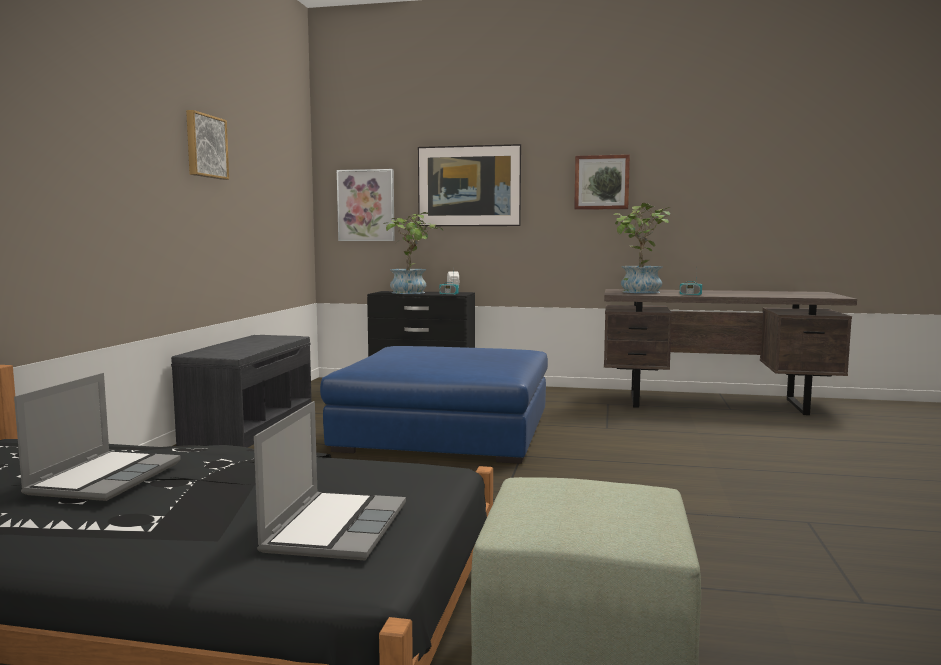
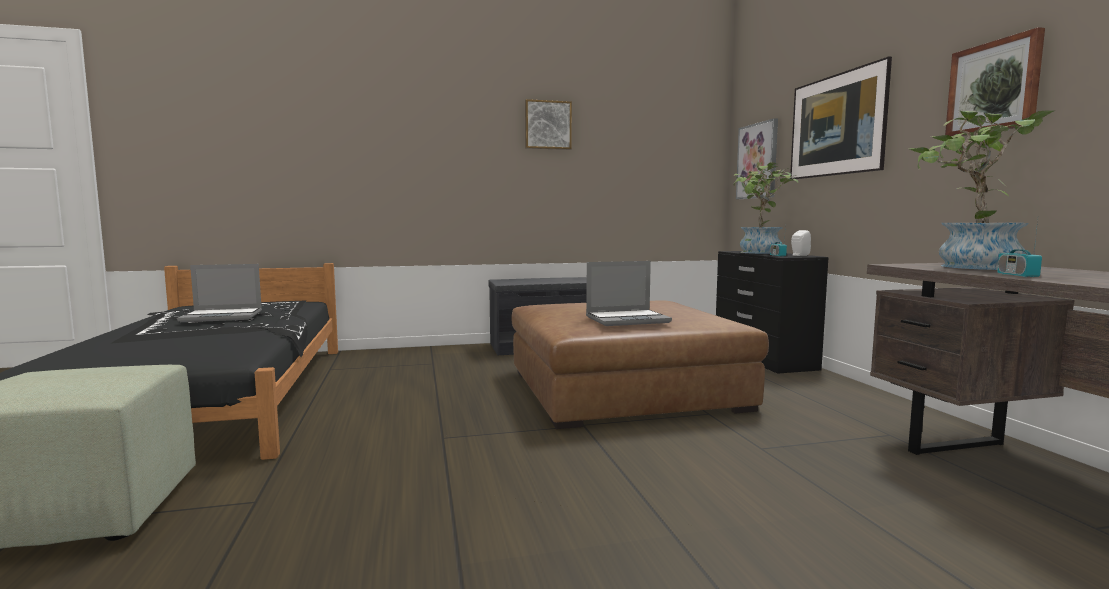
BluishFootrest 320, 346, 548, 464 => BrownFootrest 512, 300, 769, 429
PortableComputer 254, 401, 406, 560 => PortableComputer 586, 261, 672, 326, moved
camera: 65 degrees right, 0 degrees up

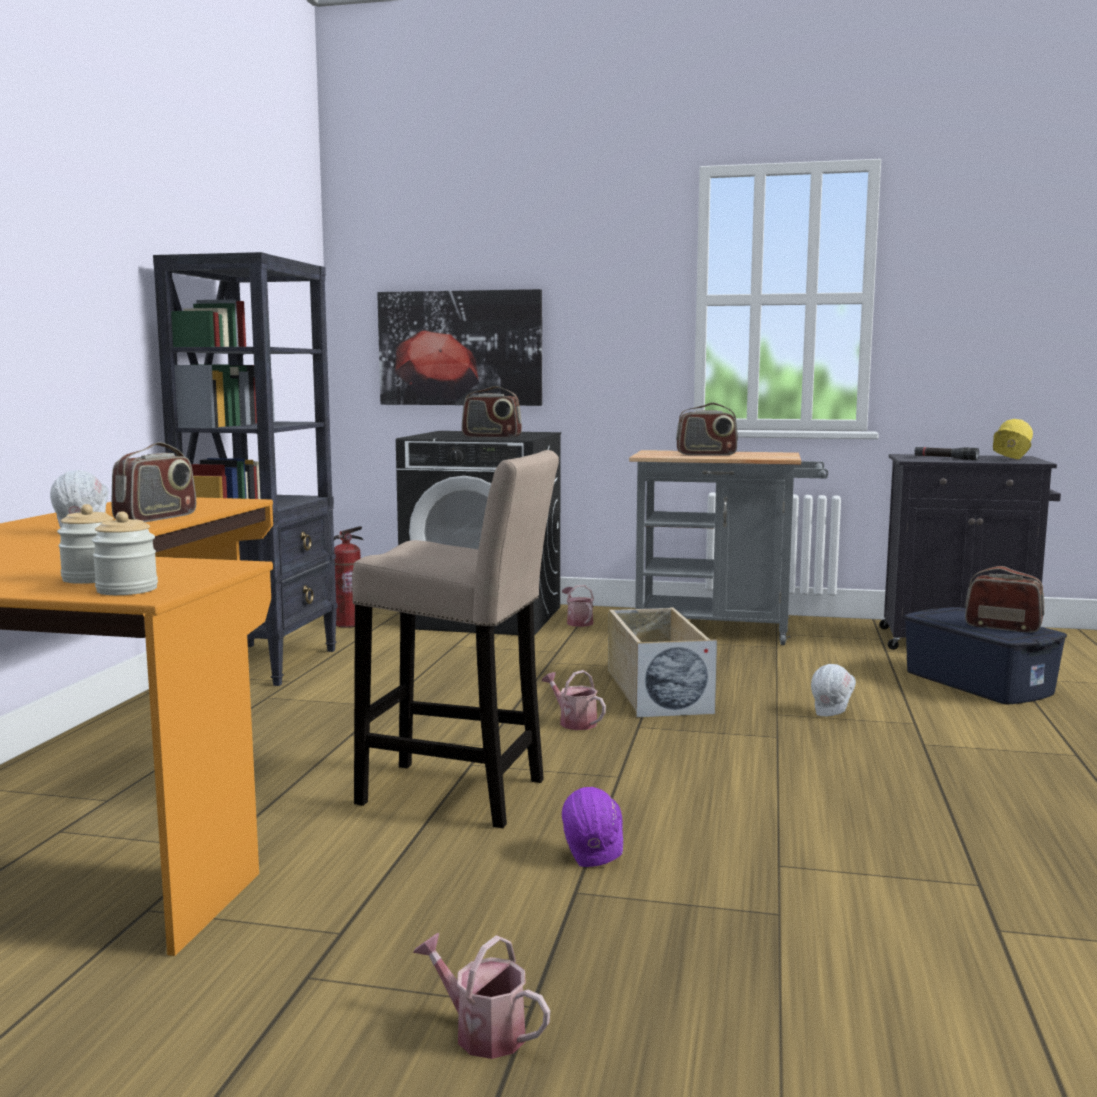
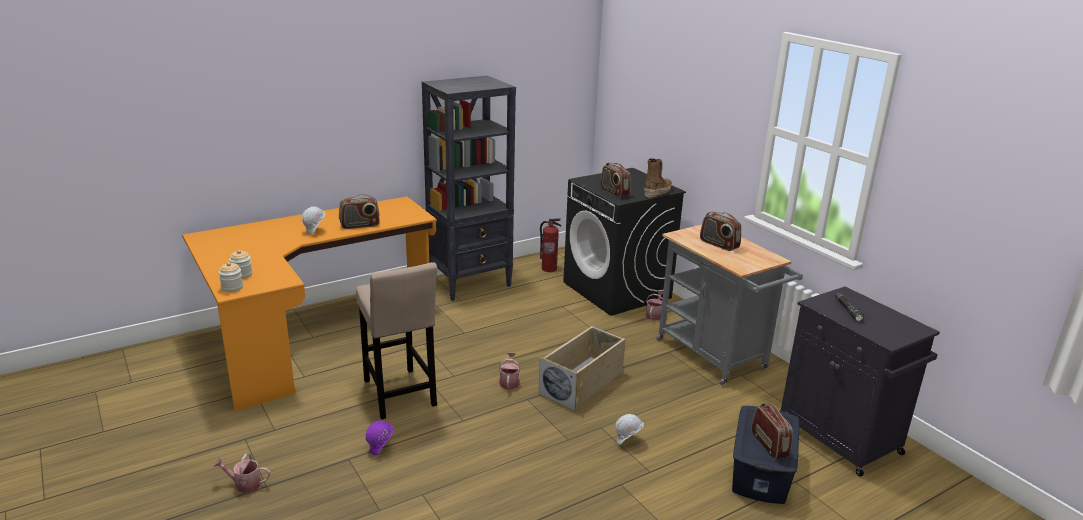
WateringPot 413, 933, 550, 1059 => WateringPot 213, 453, 270, 493, 75 degrees counterclockwise
nothing => Boot 644, 158, 672, 198
WallPicture 377, 289, 542, 406 => nothing
YellowishSafetyHelmet 993, 419, 1033, 459 => nothing
camera: 45 degrees right, 15 degrees up

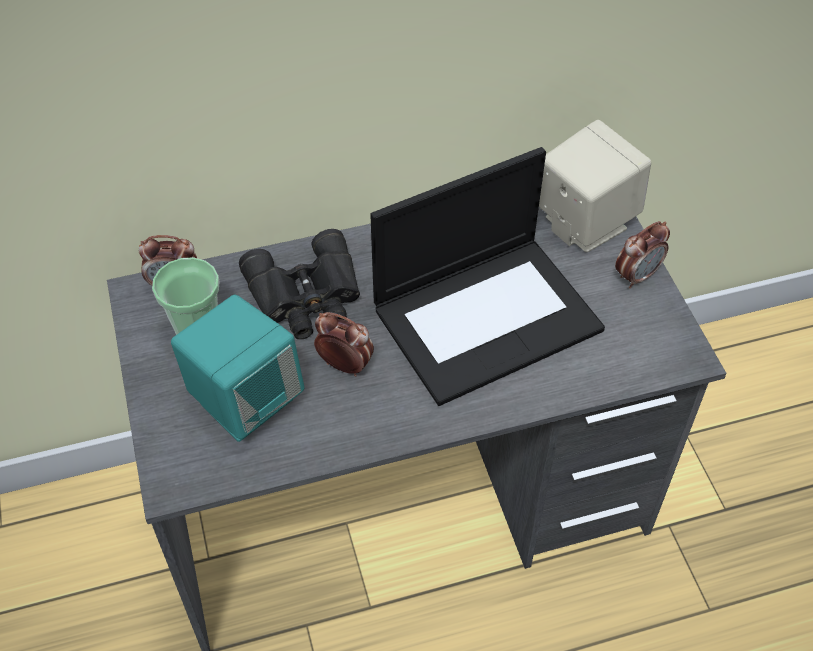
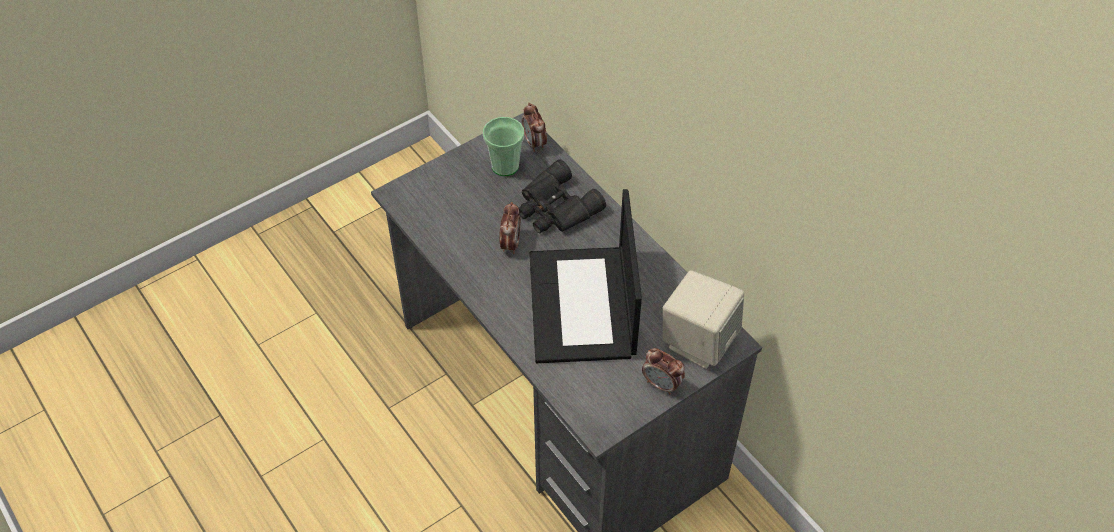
PortableComputer 370, 147, 605, 406 => PortableComputer 529, 189, 642, 363, 45 degrees clockwise
TurquoiseColouredAudioSpeaker 171, 295, 305, 442 => nothing
camera: 70 degrees right, 0 degrees up

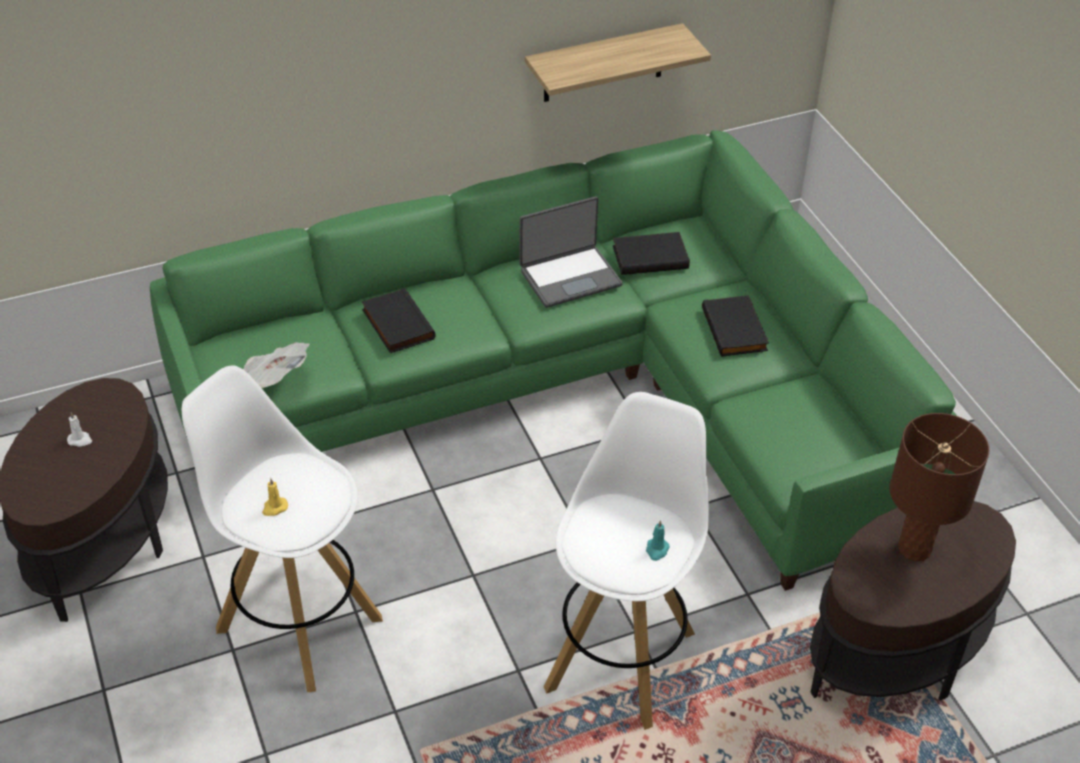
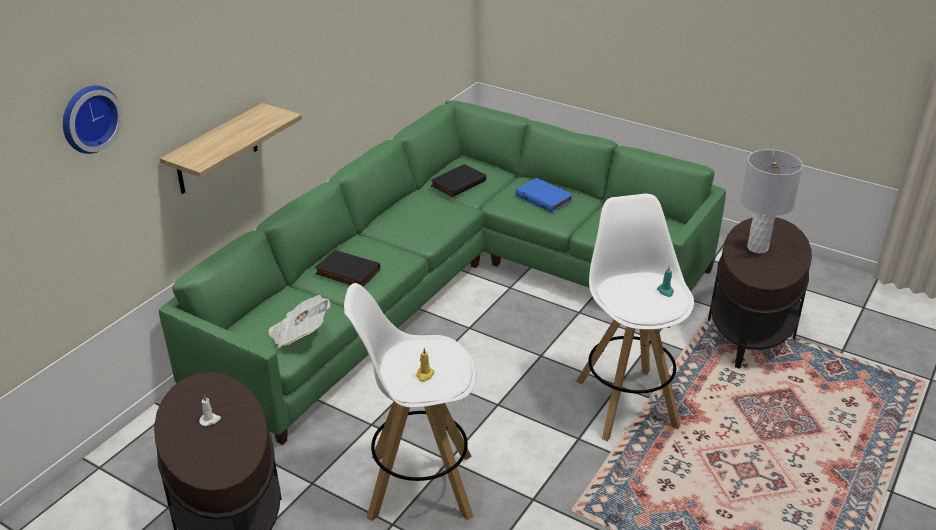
nothing => WallClock 63, 85, 123, 154
BracketShelf 525, 23, 711, 102 => BracketShelf 159, 103, 302, 194, moved
BlackBoundBook 702, 295, 769, 357 => BluishBoundBook 515, 178, 573, 213
BrownTabletopLamp 889, 413, 989, 561 => GreyTabletopLamp 741, 149, 803, 254
PortableComputer 519, 196, 622, 308 => nothing
camera: 35 degrees left, 10 degrees down

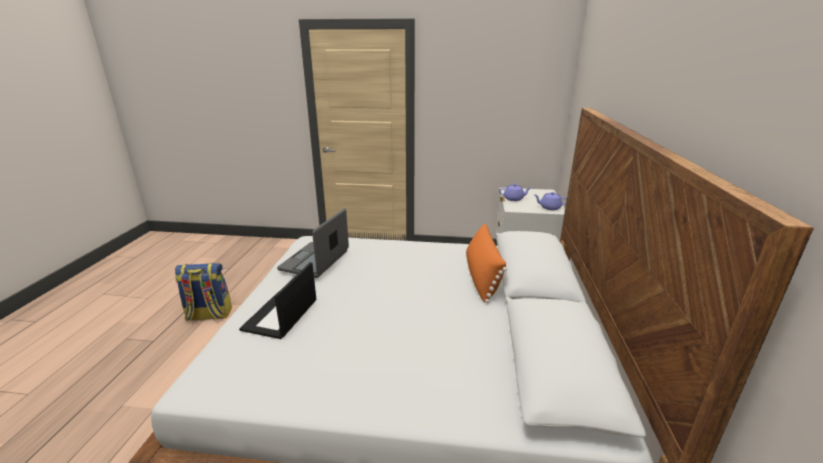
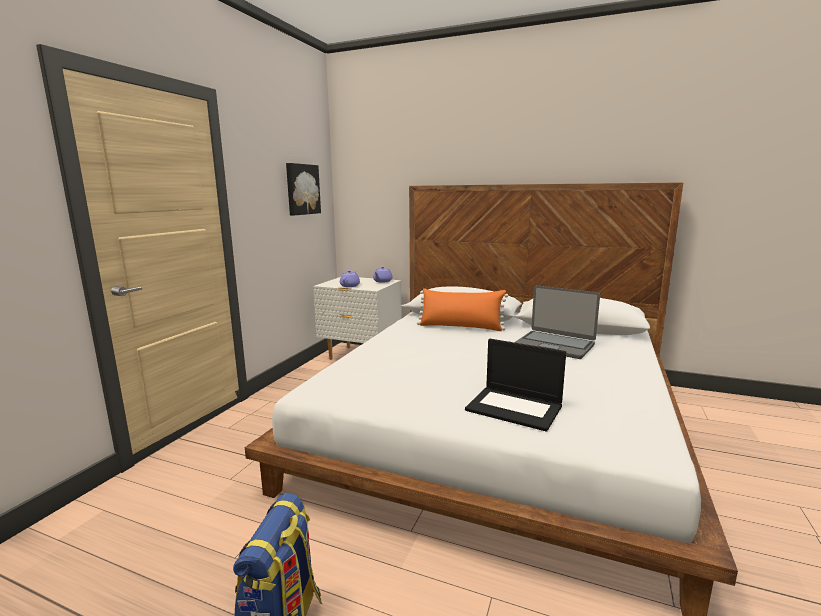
nothing => WallPicture 286, 163, 321, 216
PortableComputer 277, 208, 349, 278 => PortableComputer 514, 285, 600, 359, moved
camera: 75 degrees left, 10 degrees down

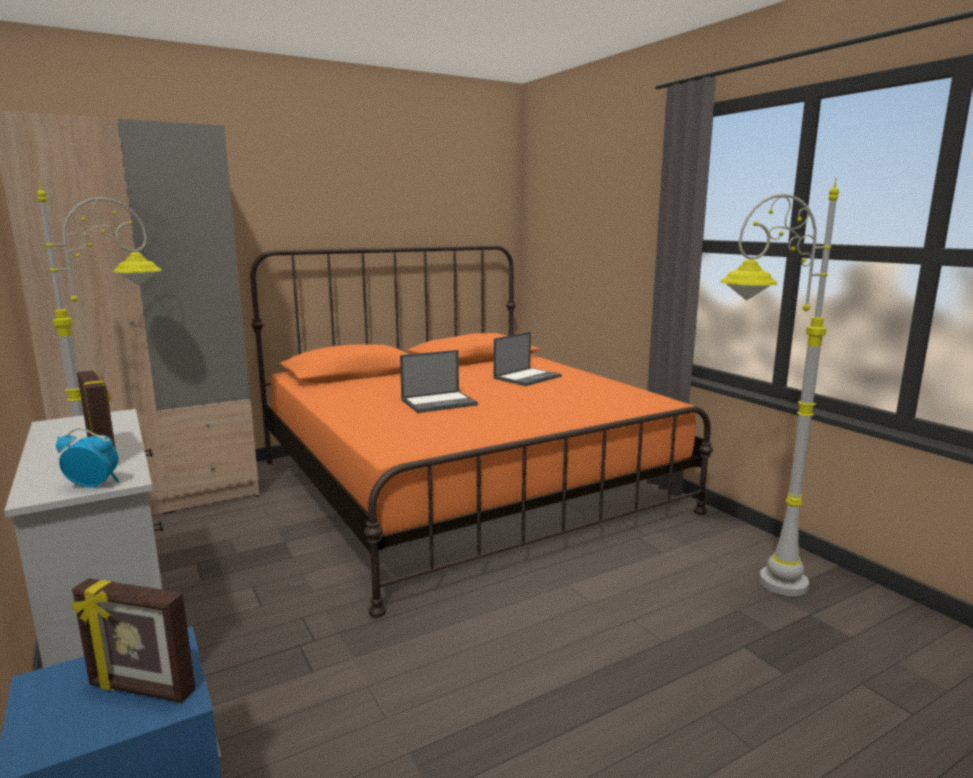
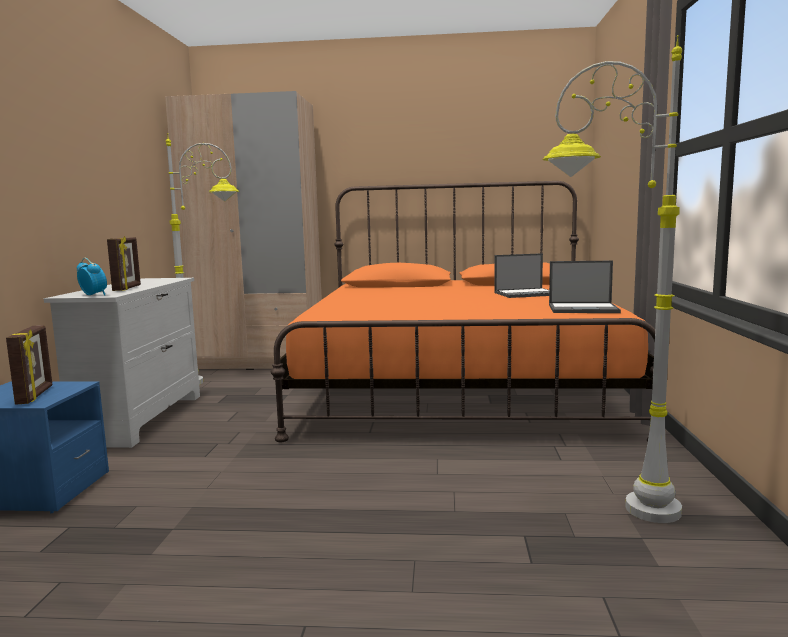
StandingFrame 71, 578, 195, 703 => StandingFrame 6, 325, 52, 405, 150 degrees counterclockwise
PortableComputer 400, 350, 478, 413 => PortableComputer 549, 261, 621, 313, moved
camera: 35 degrees right, 5 degrees down

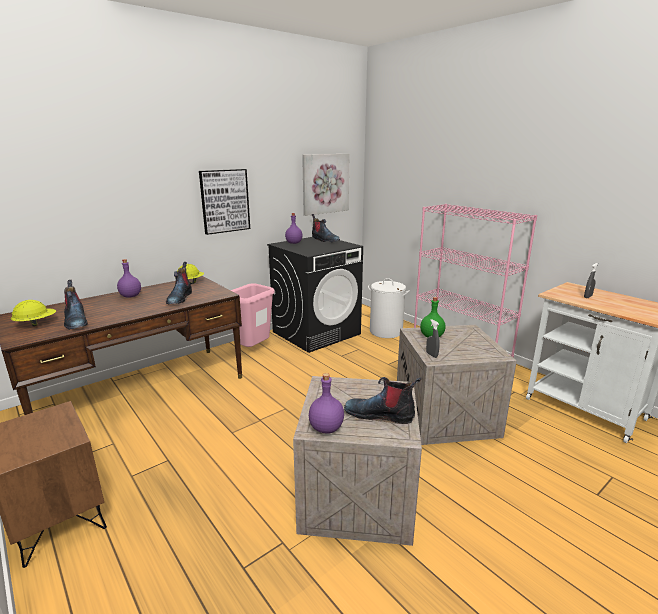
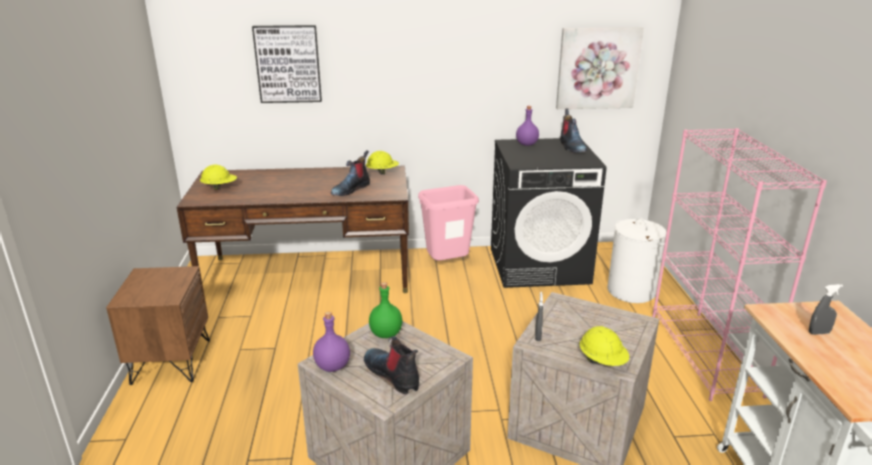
WallPicture 199, 169, 250, 235 => WallPicture 252, 25, 322, 103, moved
GreenishBeverageBottle 420, 297, 445, 337 => GreenishBeverageBottle 369, 282, 403, 338, moved
nothing => YellowishSafetyHelmet 579, 326, 629, 366
Boot 64, 280, 88, 330 => nothing
PurpleBeverageBottle 117, 259, 141, 298 => nothing
camera: 35 degrees right, 5 degrees up

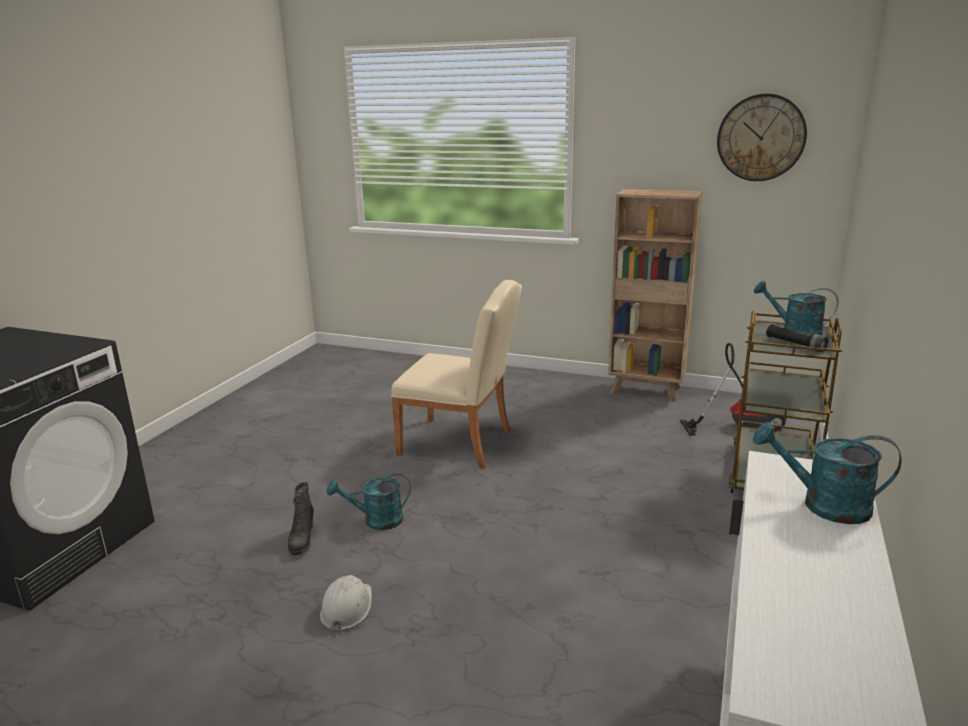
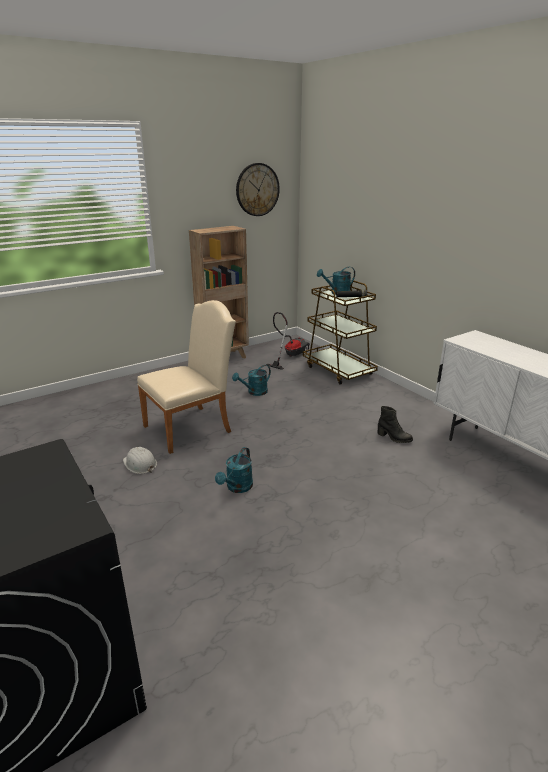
WhiteColouredSafetyHelmet 320, 575, 372, 633 => WhiteColouredSafetyHelmet 123, 447, 157, 474, moved
TurquoiseColouredWateringPot 753, 422, 902, 524 => TurquoiseColouredWateringPot 232, 365, 271, 396, moved
BlackBoot 288, 482, 314, 556 => BlackBoot 378, 406, 413, 443, moved
camera: 55 degrees left, 5 degrees up

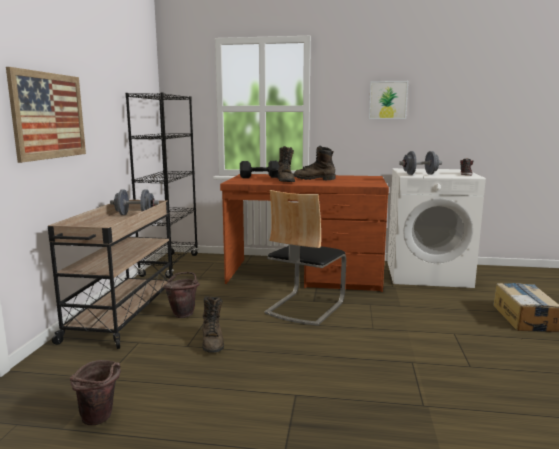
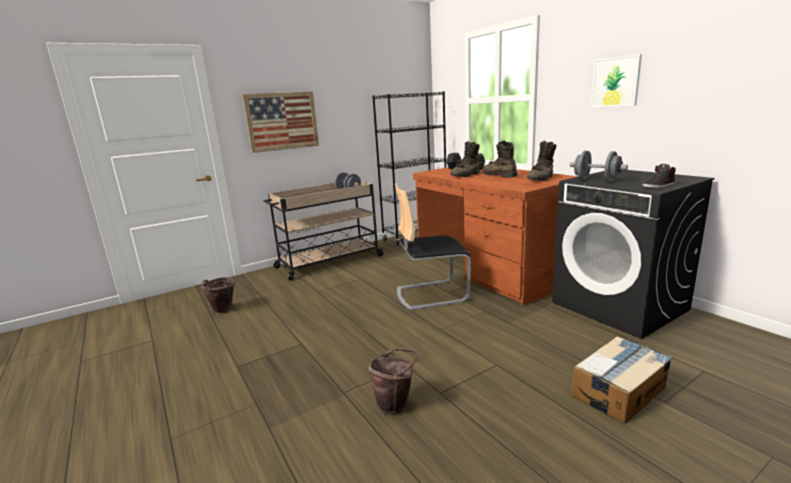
BrownBucket 163, 272, 200, 318 => BrownBucket 368, 348, 418, 414, moved
BrownBoot 202, 296, 224, 353 => BrownBoot 527, 140, 556, 181, moved
WhiteColouredLaundryMachine 388, 168, 486, 288 => BlackLaundryMachine 552, 170, 714, 339
camera: 50 degrees right, 5 degrees up

